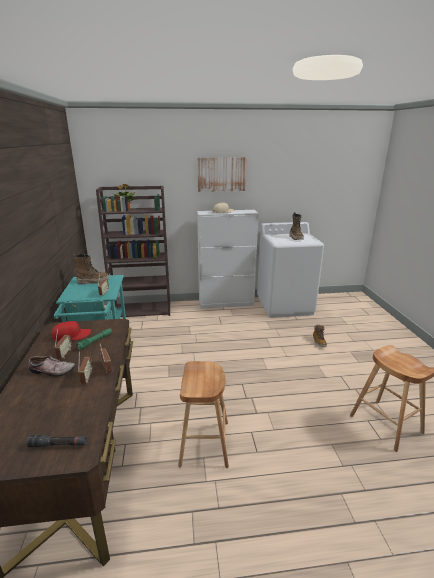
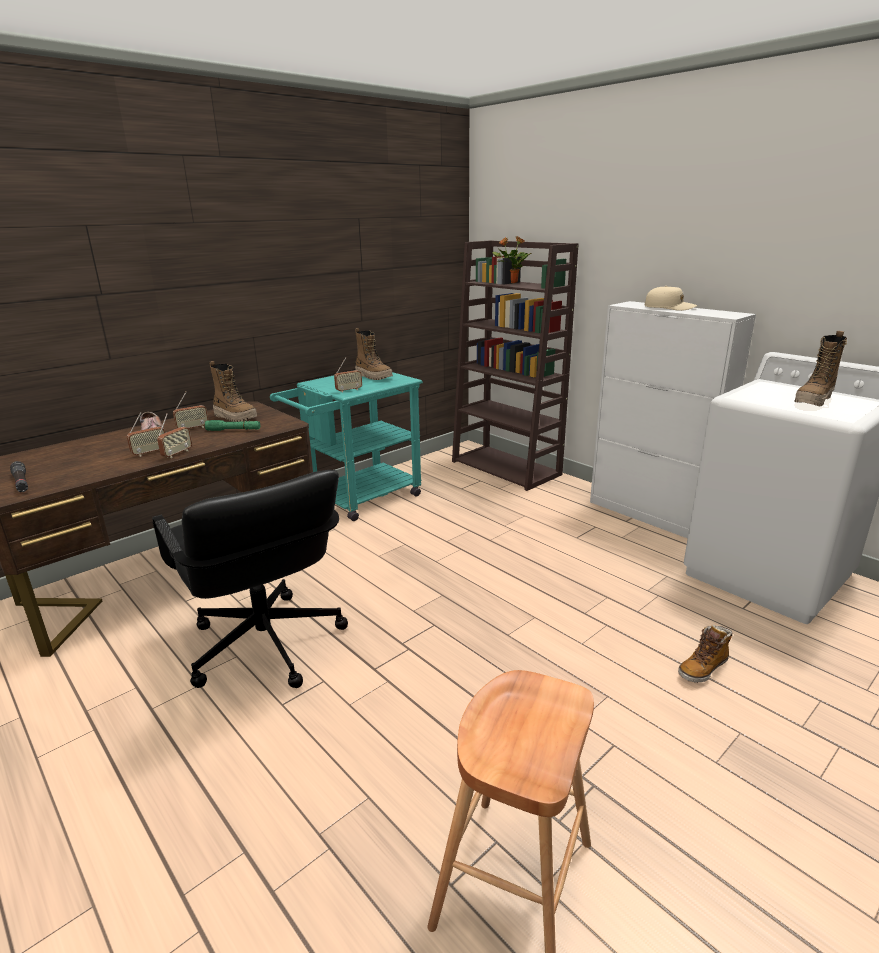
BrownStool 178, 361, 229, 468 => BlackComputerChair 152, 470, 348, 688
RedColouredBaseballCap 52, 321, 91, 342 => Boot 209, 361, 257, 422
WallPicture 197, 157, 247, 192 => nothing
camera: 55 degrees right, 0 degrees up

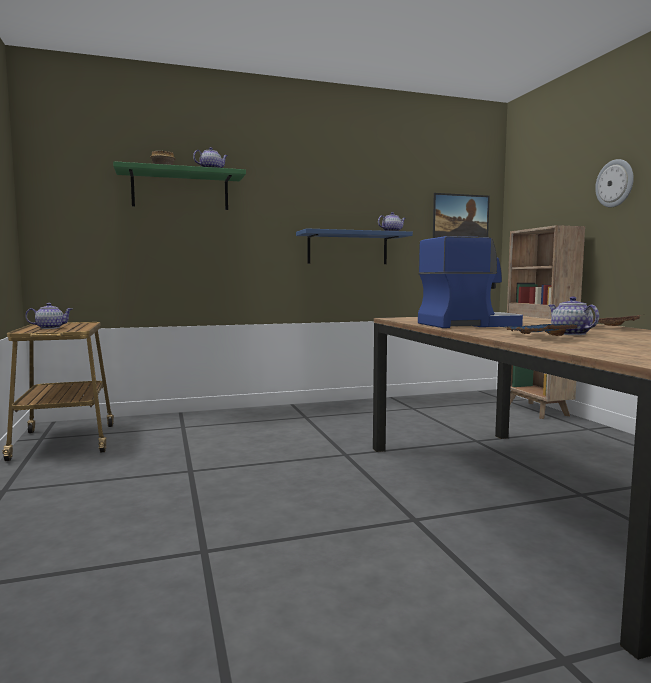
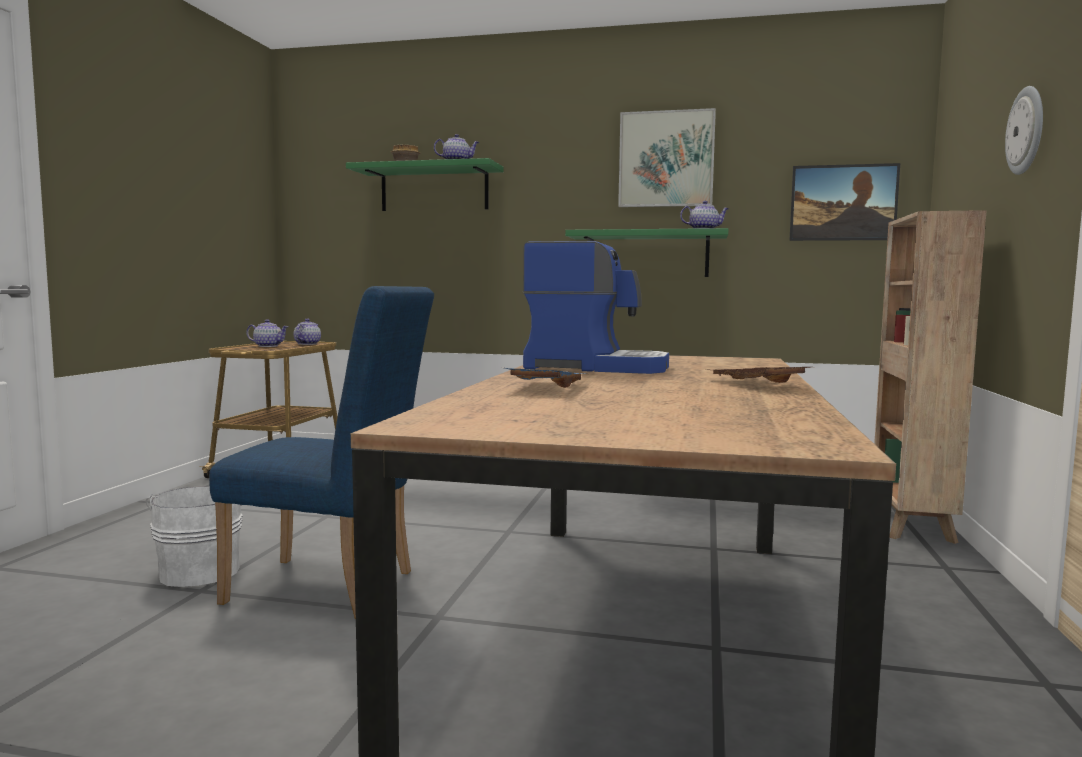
nothing => WhiteColouredBucket 145, 486, 243, 587
nothing => BluishPlainChair 209, 286, 434, 619
TeaPot 548, 296, 599, 335 => TeaPot 294, 319, 321, 345, moved
BluishBracketShelf 296, 228, 413, 264 => GreenishBracketShelf 565, 228, 728, 277
nothing => WallPicture 618, 108, 716, 207
camera: 30 degrees right, 0 degrees up

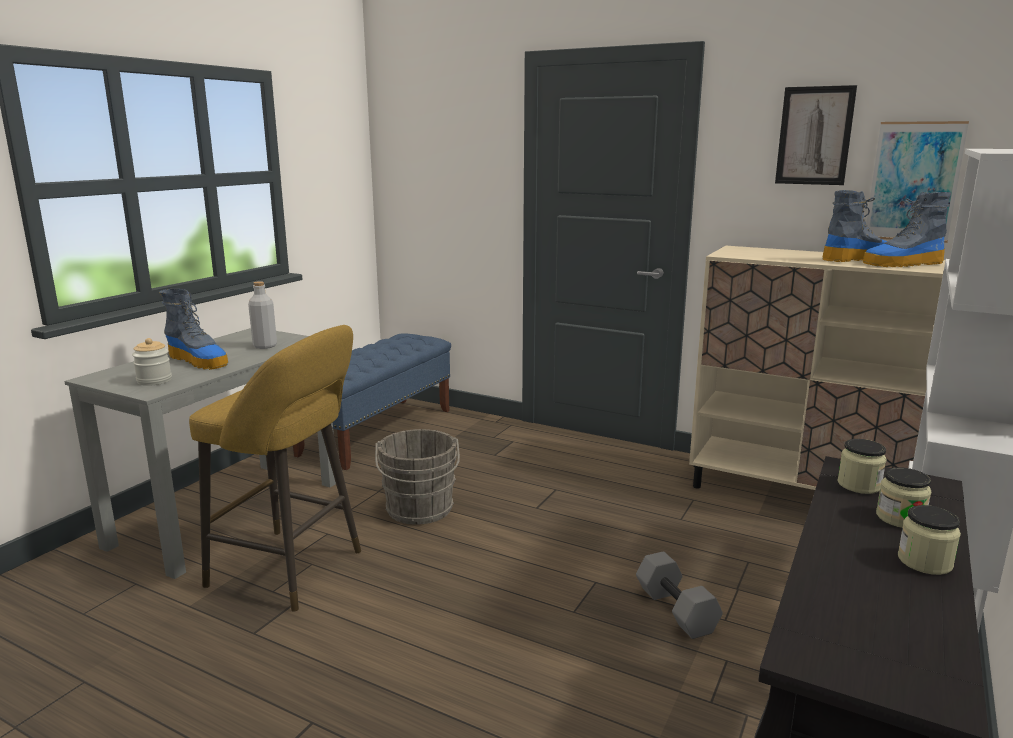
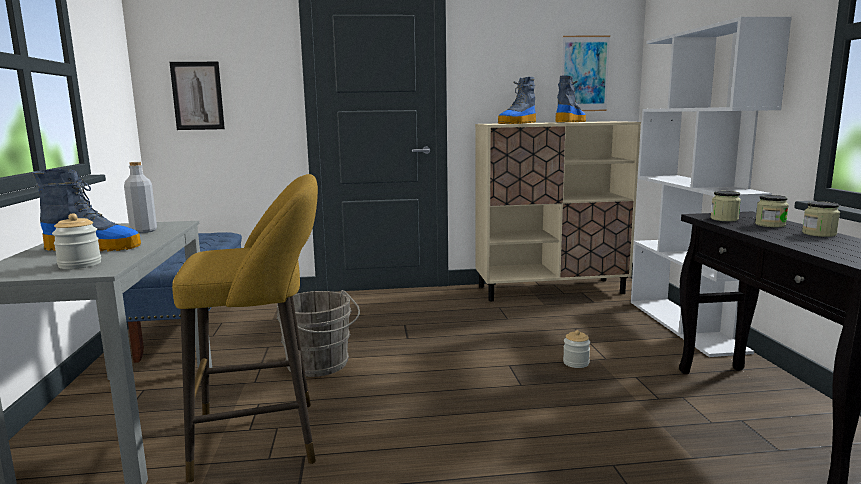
WallPicture 775, 85, 857, 185 => WallPicture 169, 62, 225, 130, moved
Boot 863, 192, 951, 267 => Boot 498, 77, 536, 124, moved
GreyHandWeight 636, 551, 723, 639 => PreserveJar 563, 330, 590, 368
camera: 35 degrees left, 5 degrees down

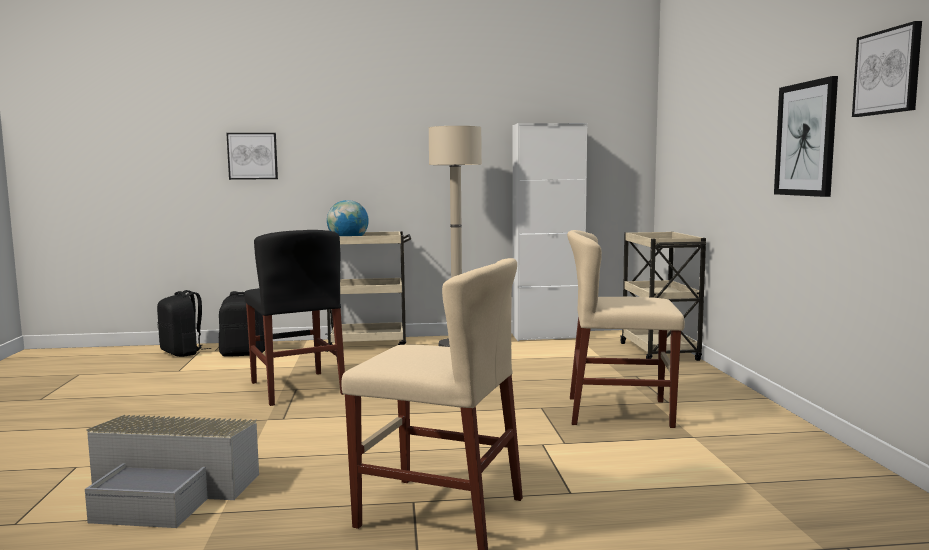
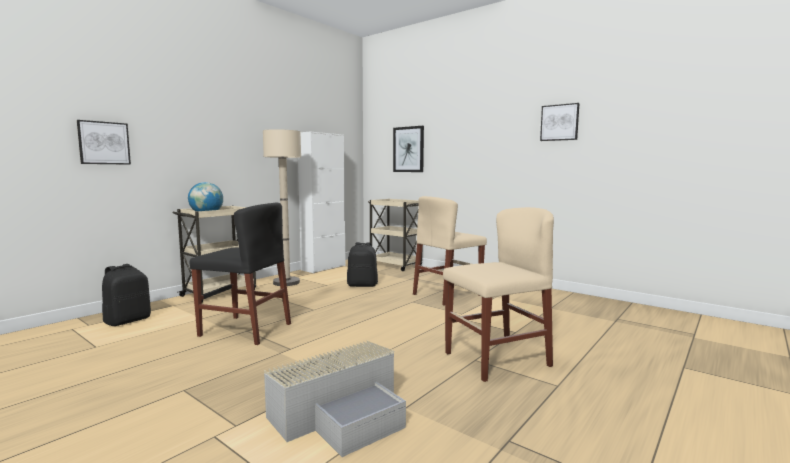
BlackBackpack 157, 290, 211, 357 => BlackBackpack 347, 242, 378, 287, moved
WallPicture 774, 76, 838, 197 => WallPicture 393, 126, 424, 172, moved
camera: 45 degrees left, 0 degrees up

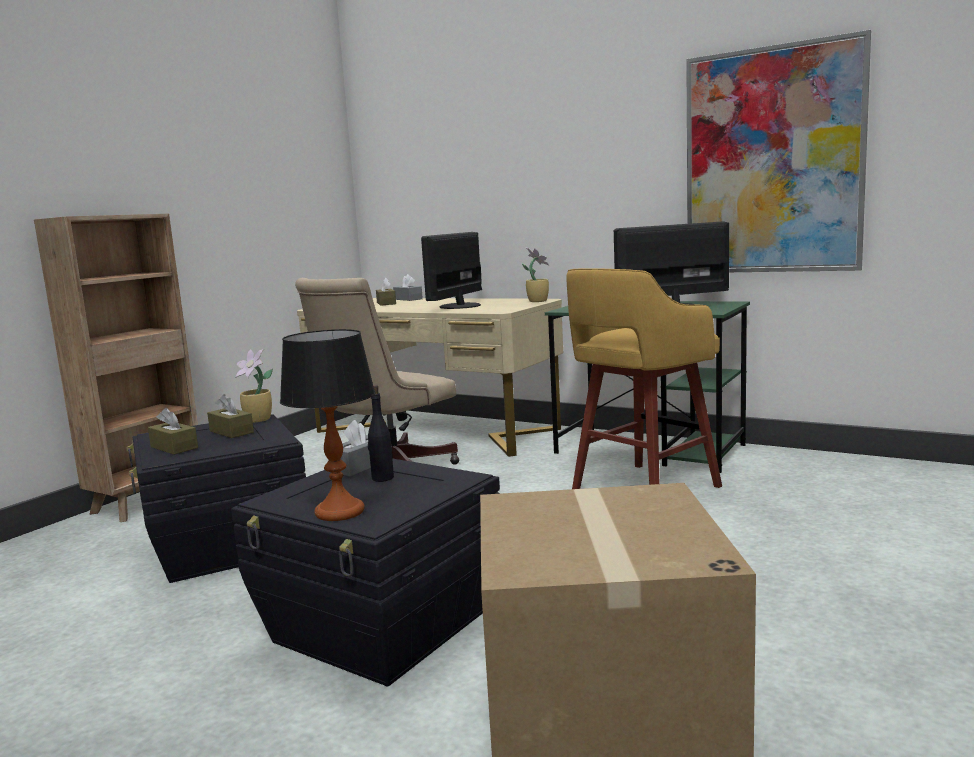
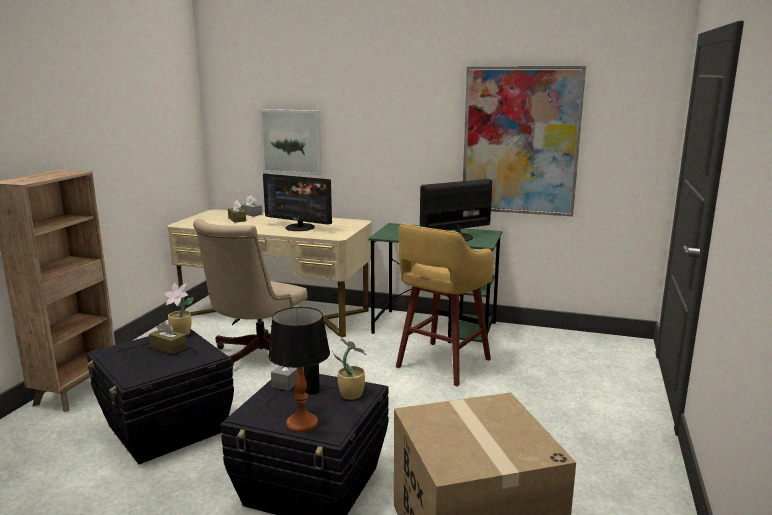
nothing => WallPicture 259, 109, 322, 176
ComputerDisplay 421, 232, 482, 309 => ComputerDisplay 263, 174, 332, 231, 75 degrees counterclockwise
PottedPlant 522, 248, 549, 302 => PottedPlant 332, 336, 366, 400, moved
BrownTissueHolder 148, 408, 198, 454 => nothing
camera: 15 degrees left, 5 degrees up

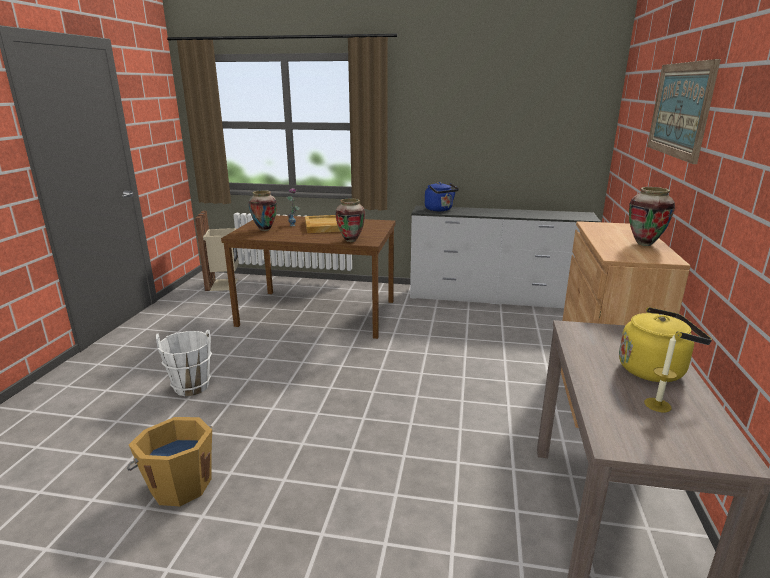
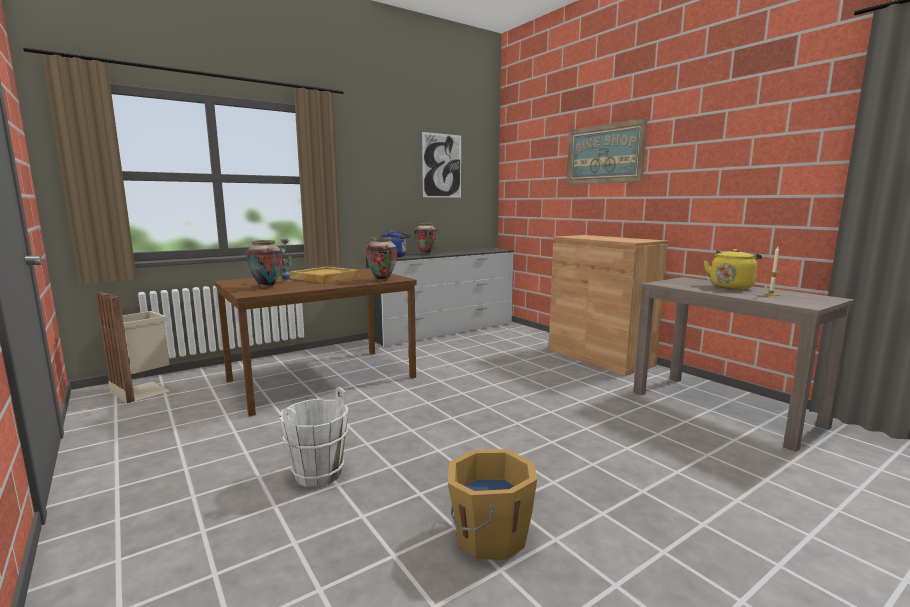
Vase 629, 187, 675, 246 => Vase 414, 223, 437, 255, moved
nothing => WallPicture 422, 132, 461, 198
camera: 45 degrees left, 10 degrees down

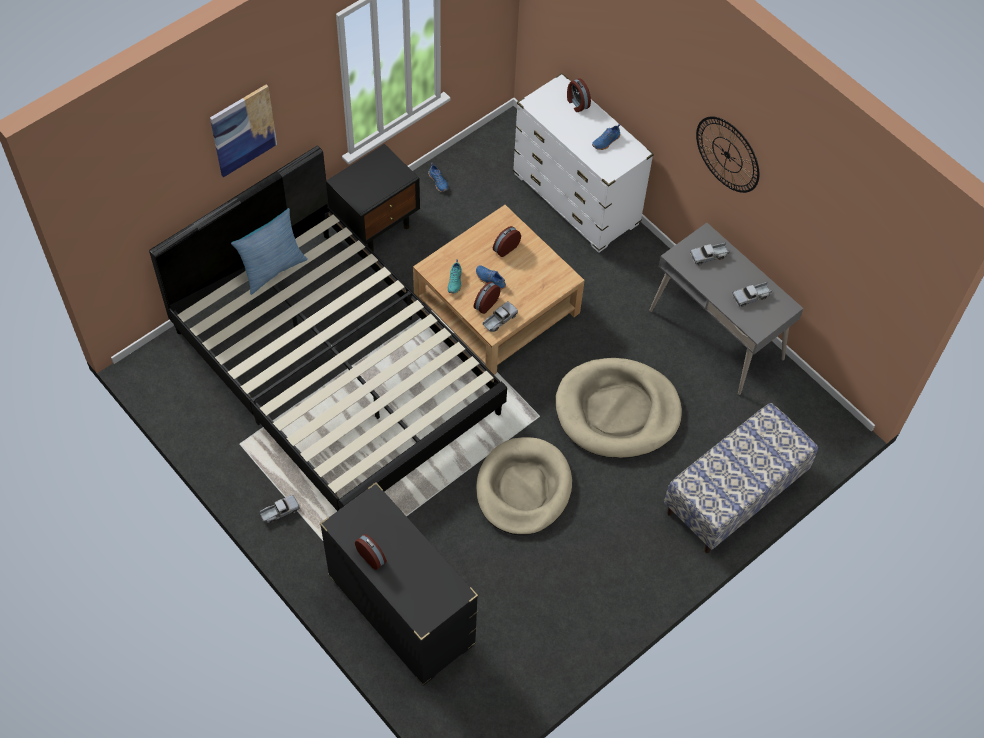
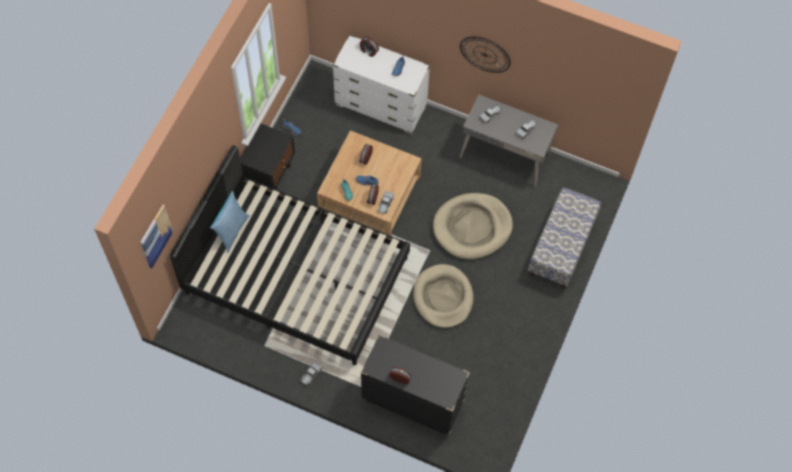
WallPicture 210, 84, 277, 177 => WallPicture 141, 205, 173, 268, moved
camera: 25 degrees left, 5 degrees up

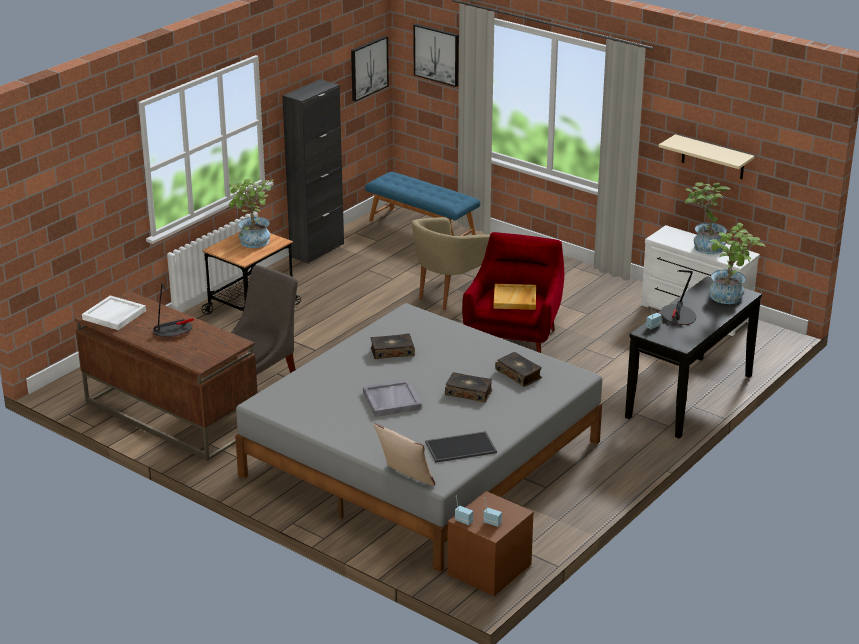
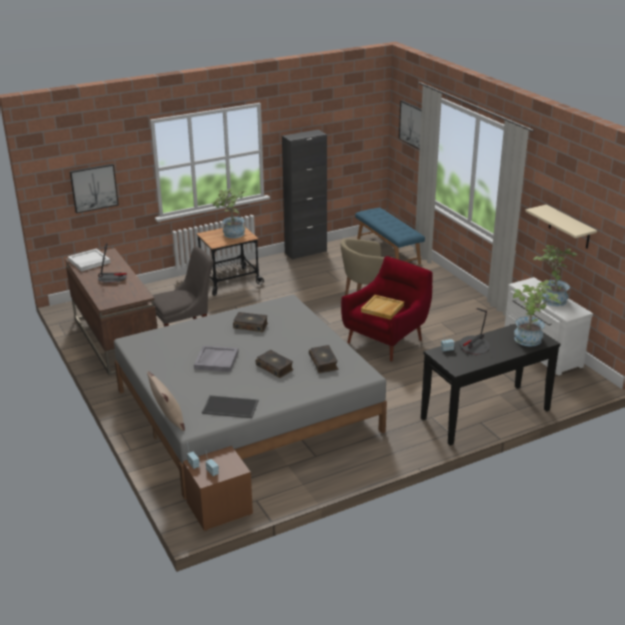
WallPicture 351, 36, 389, 102 => WallPicture 70, 164, 119, 213, moved
camera: 25 degrees right, 0 degrees up

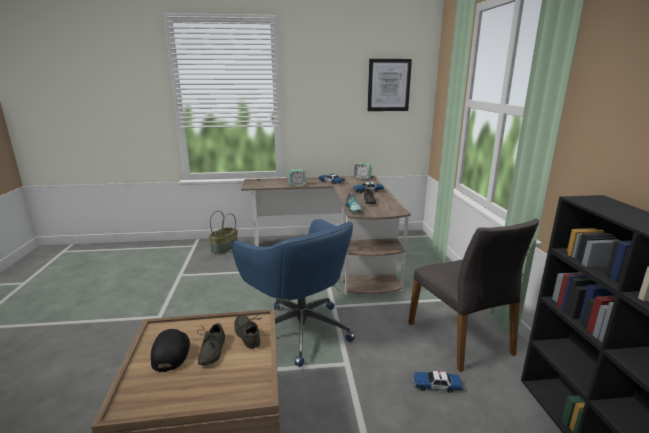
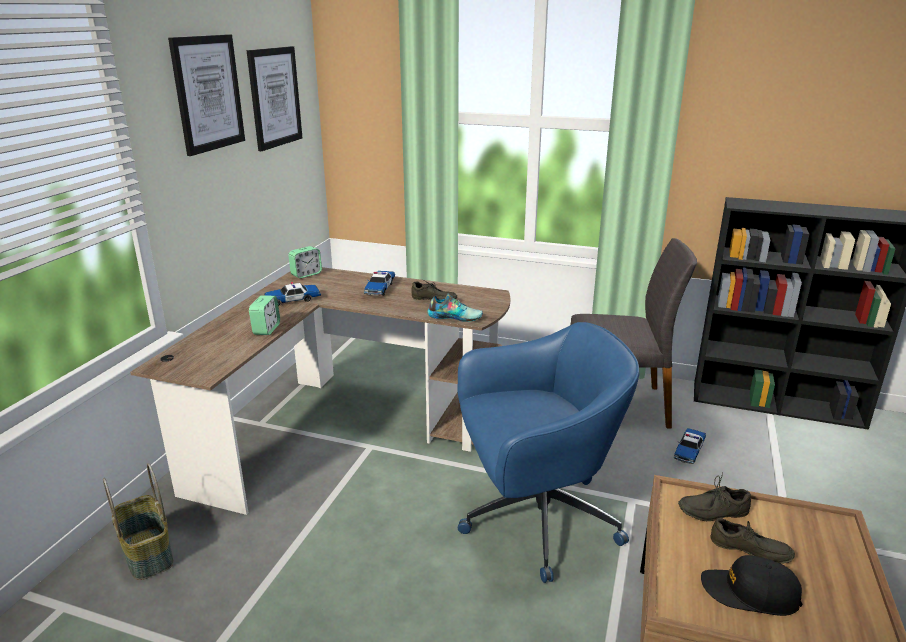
nothing => WallPicture 168, 34, 245, 156
camera: 65 degrees left, 5 degrees up

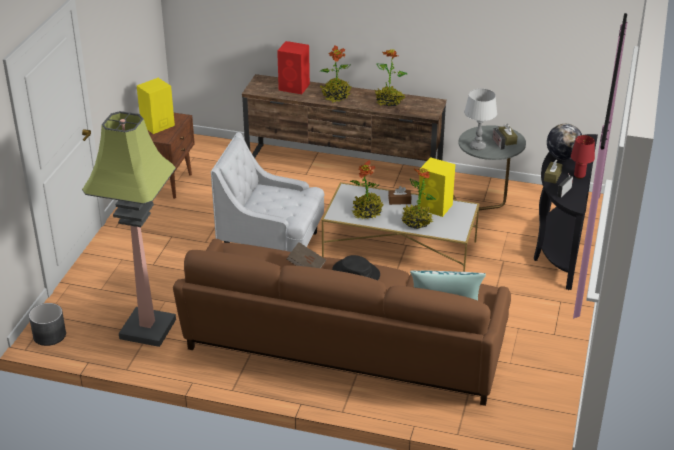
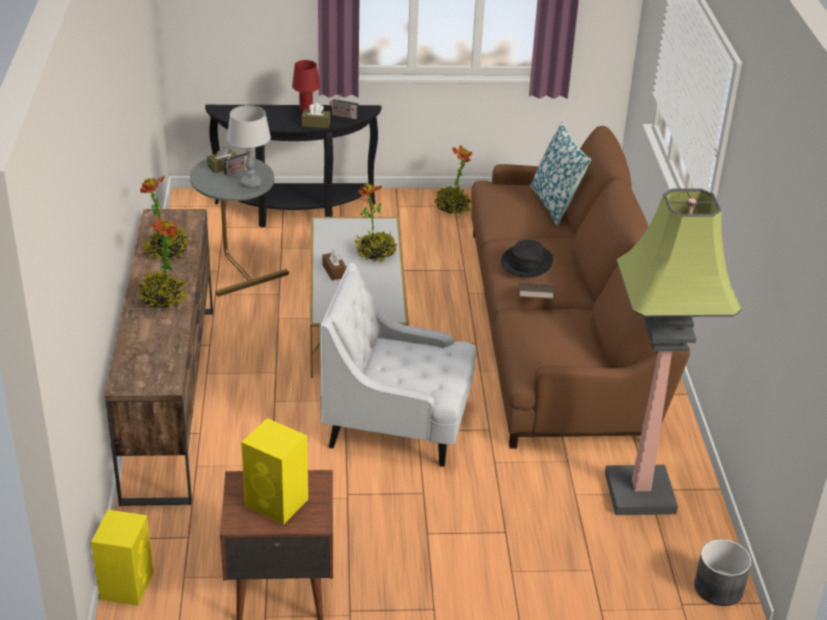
YellowishAudioSpeaker 418, 157, 455, 217 => YellowishAudioSpeaker 91, 510, 153, 606, moved
WhiteColouredArmchair 211, 132, 324, 252 => WhiteColouredArmchair 320, 263, 476, 467, 105 degrees clockwise
PottedPlant 350, 160, 383, 219 => PottedPlant 434, 145, 473, 214, moved
RedColouredAudioSpeaker 277, 41, 310, 94 => nothing
Globe 547, 124, 582, 160 => nothing
camera: 110 degrees left, 0 degrees up

